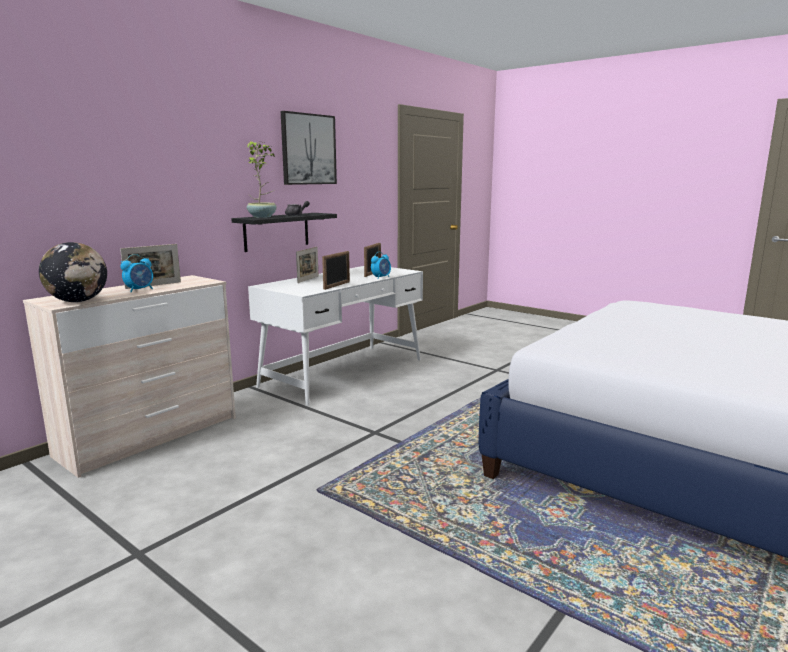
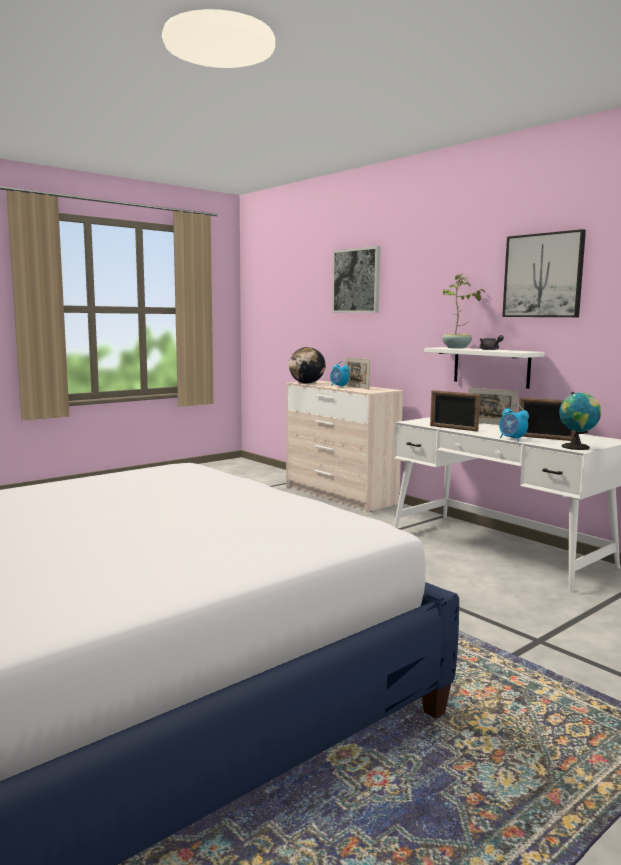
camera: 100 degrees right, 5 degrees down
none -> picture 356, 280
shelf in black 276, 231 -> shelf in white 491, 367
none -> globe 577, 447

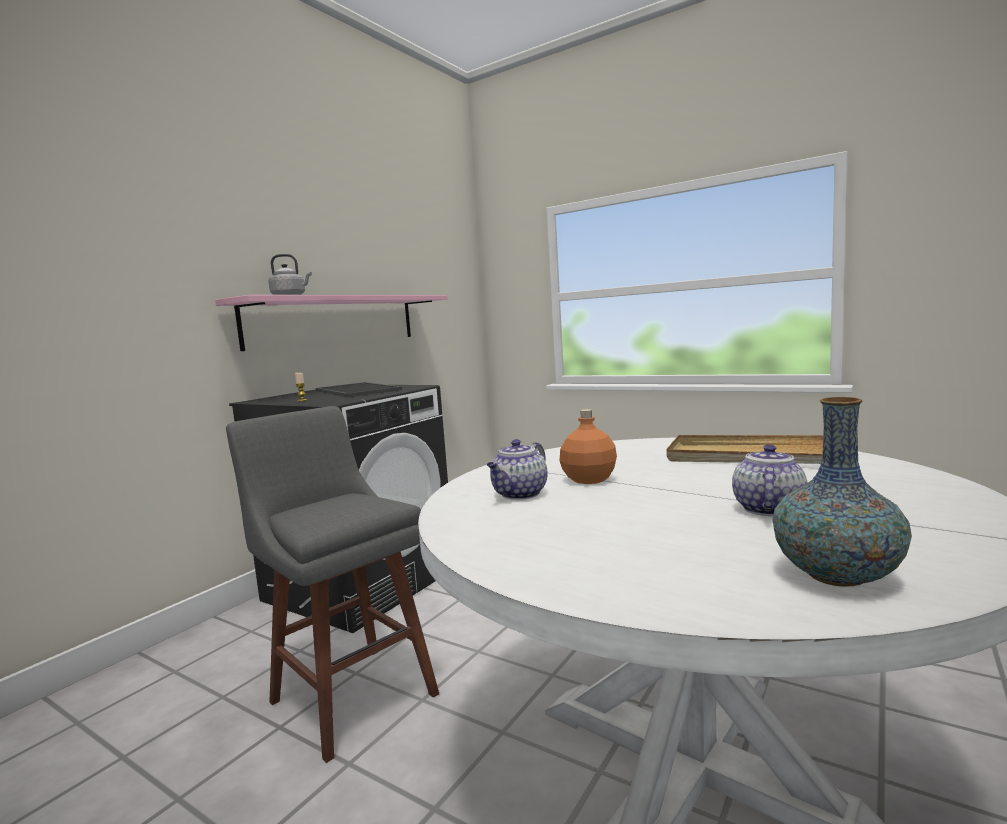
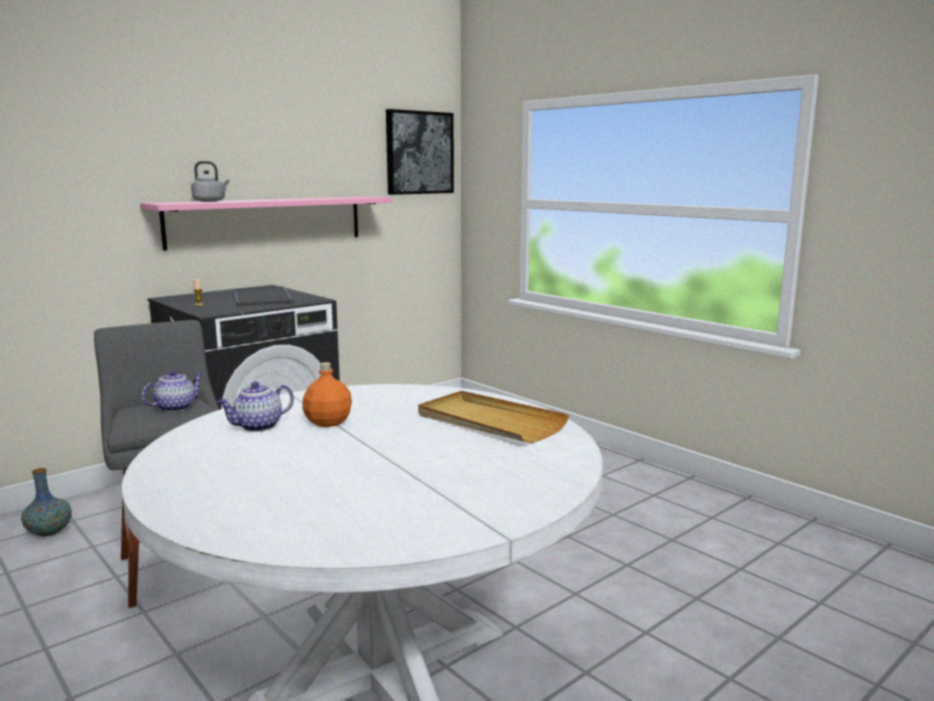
camera: 15 degrees right, 5 degrees up
vase 836, 575 -> vase 49, 532, move
teapot 767, 509 -> teapot 176, 407, move
none -> picture 419, 153

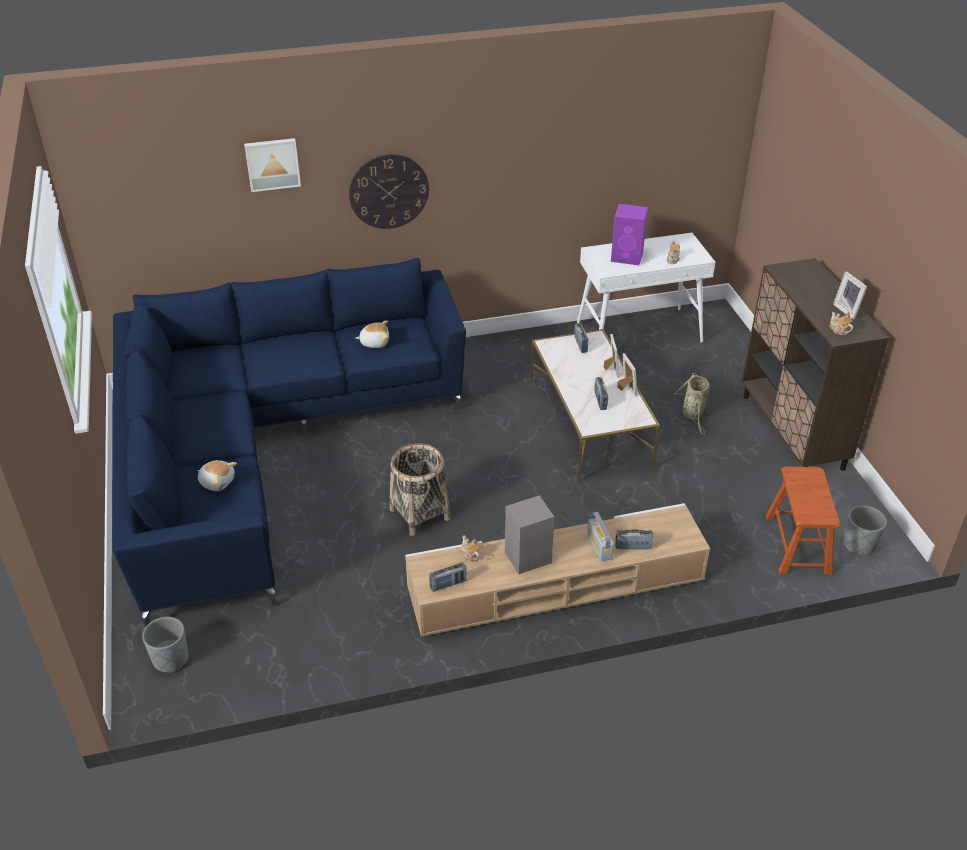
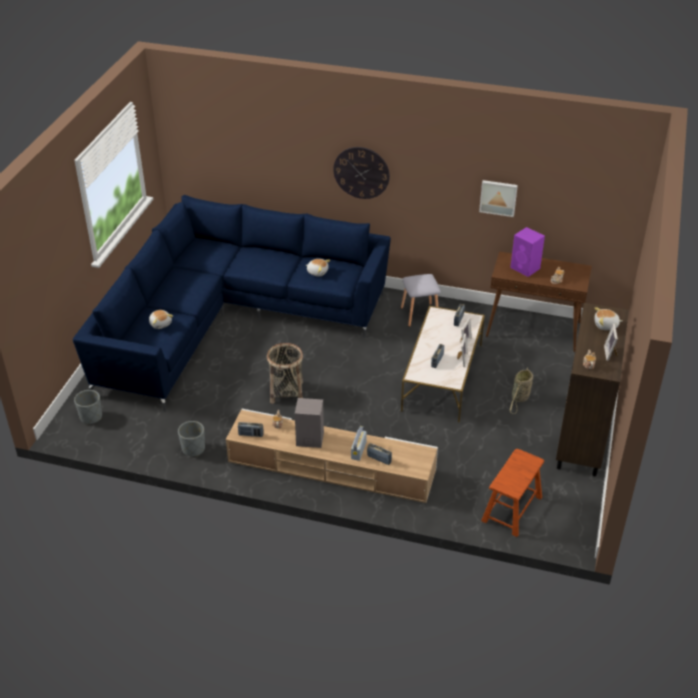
camera: 30 degrees right, 0 degrees up
planter in grey 859, 545 -> planter in grey 193, 449, move
none -> stool in grey 419, 315
picture 272, 164 -> picture 498, 197, move
console table in white 639, 333 -> console table in brown 534, 329
none -> plush toy 606, 325

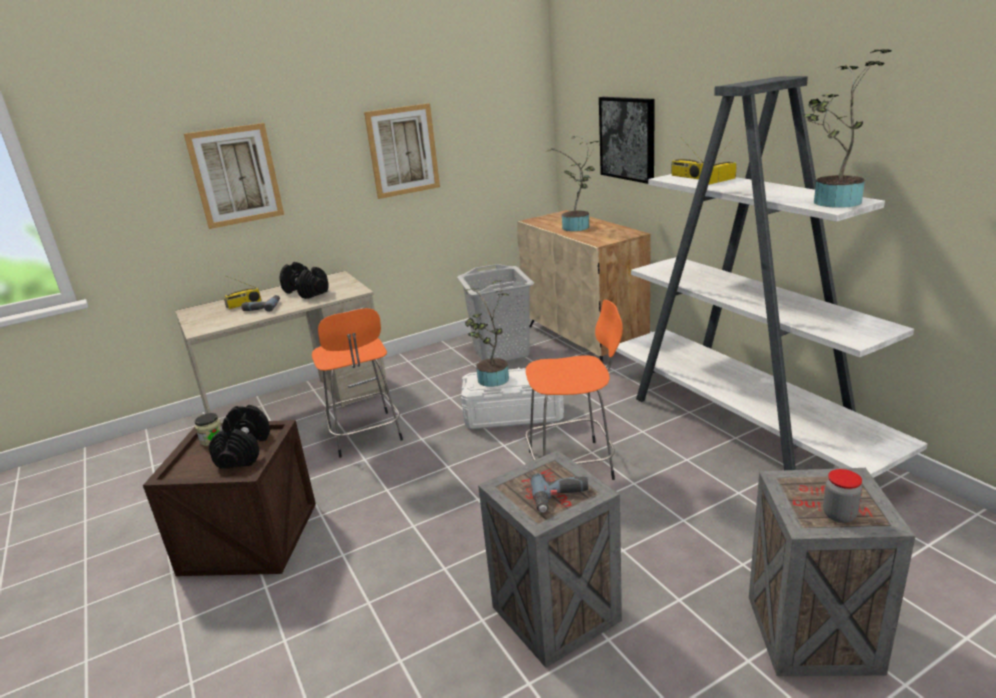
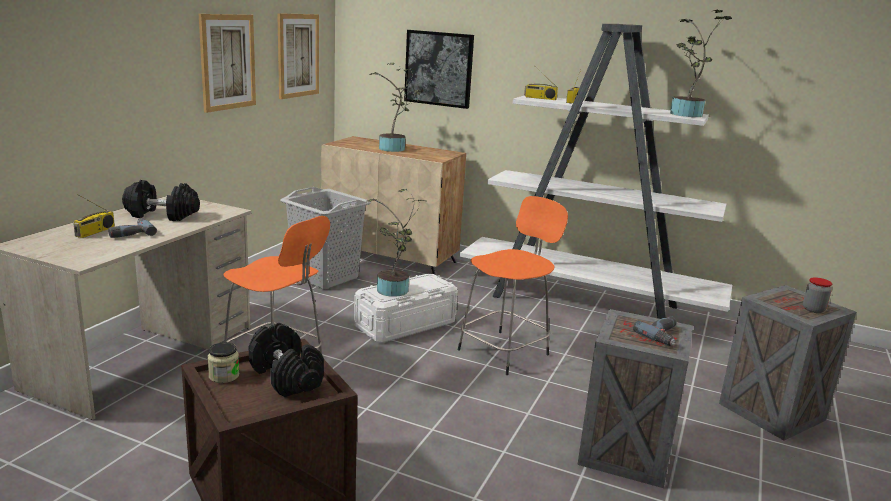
camera: 40 degrees left, 5 degrees down
picture 236, 176 -> picture 298, 55, move

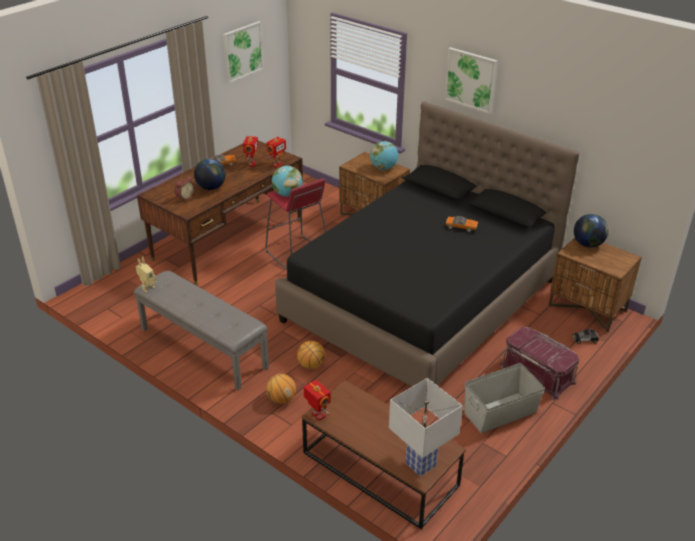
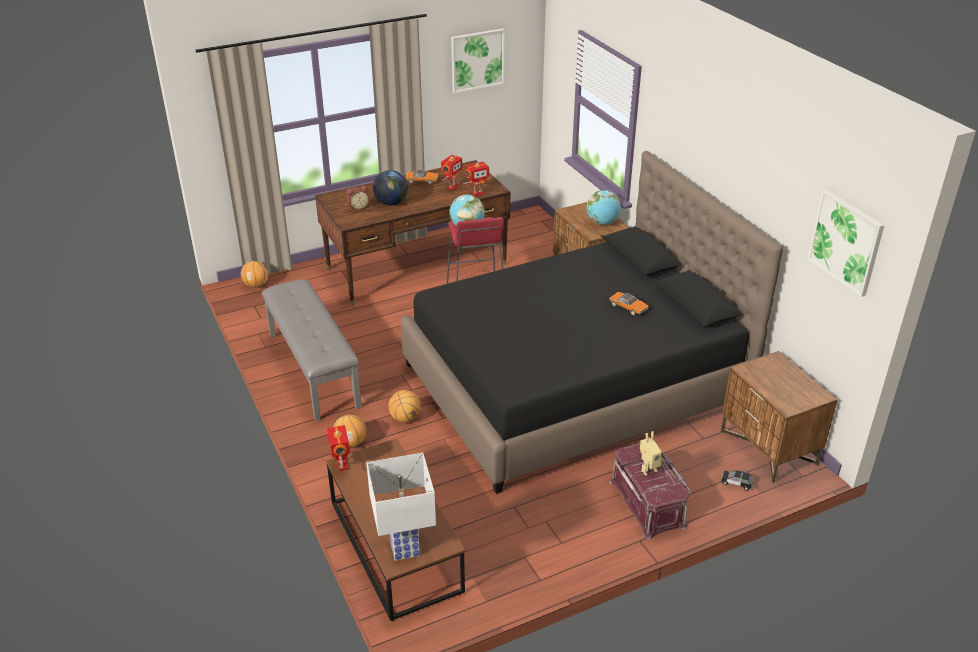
camera: 25 degrees right, 0 degrees up
none -> basketball 256, 285
toy robot 147, 287 -> toy robot 647, 469, move
picture 471, 80 -> picture 846, 242, move
storage box in grey 501, 412 -> none
globe 588, 244 -> none

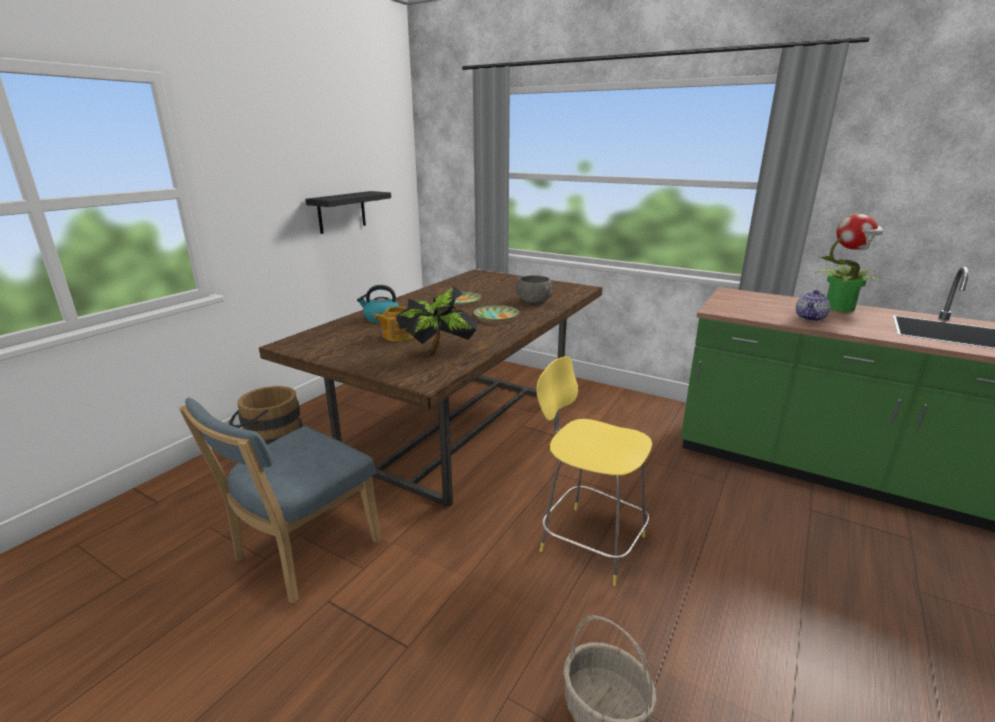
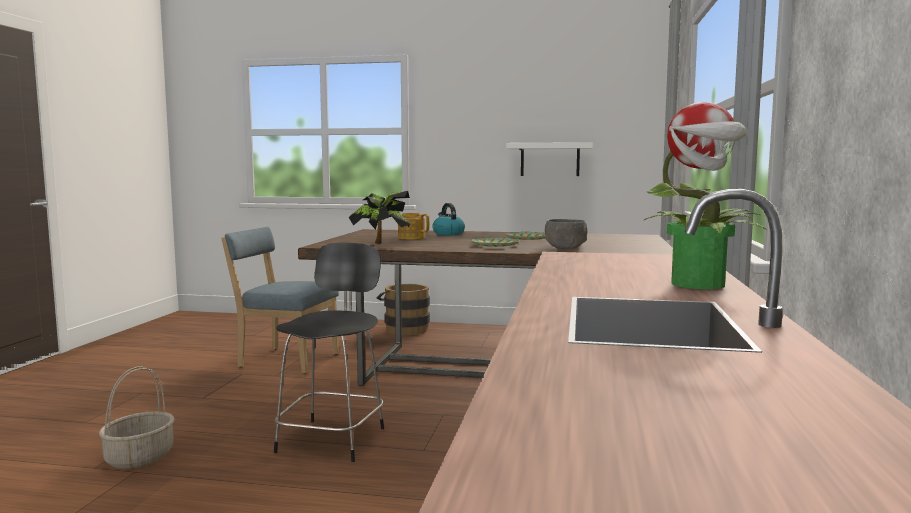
camera: 70 degrees right, 15 degrees down
stool in yellow 589, 541 -> stool in black 333, 438
shelf in black 341, 212 -> shelf in white 550, 159
teapot 810, 318 -> none

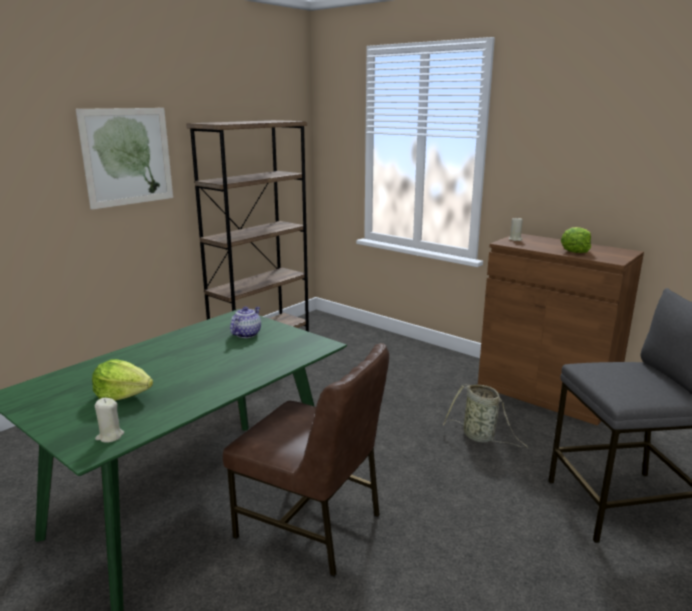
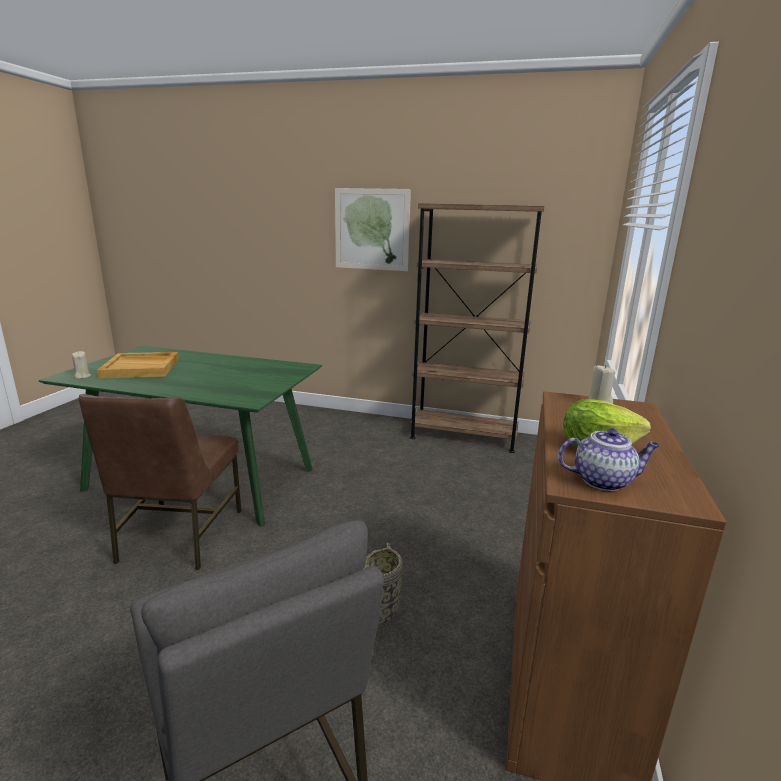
camera: 65 degrees right, 0 degrees up
lettuce 123, 395 -> tray in beige 142, 368
teapot 246, 334 -> teapot 603, 481, move

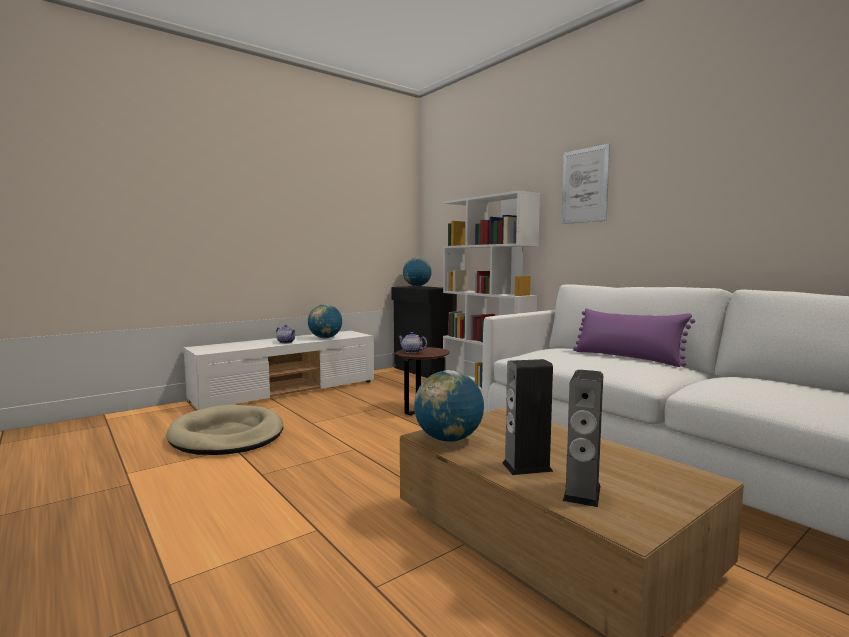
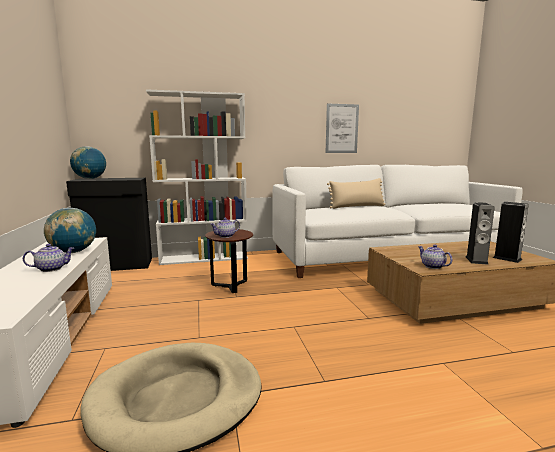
camera: 65 degrees left, 5 degrees up
picture 585, 185 -> picture 341, 128, move
pillow in purple 627, 358 -> pillow in beige 357, 206
globe 448, 439 -> teapot 432, 266

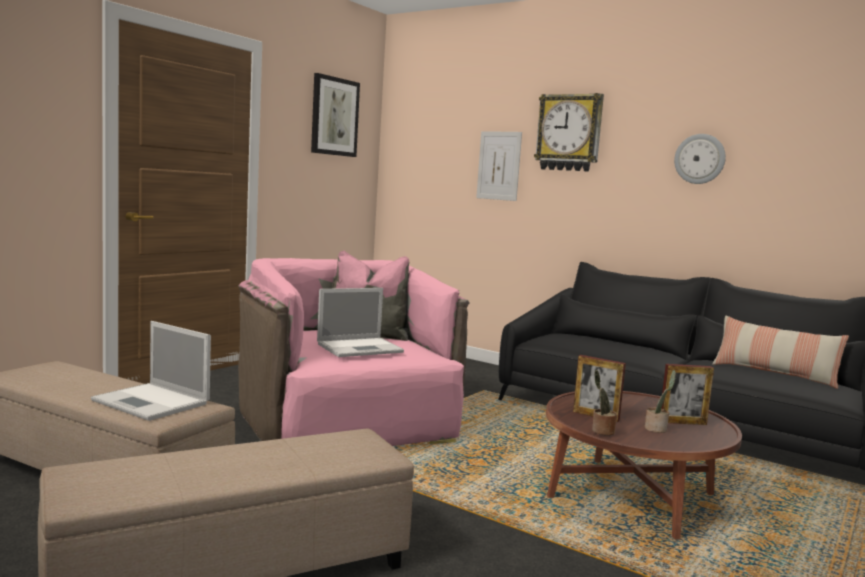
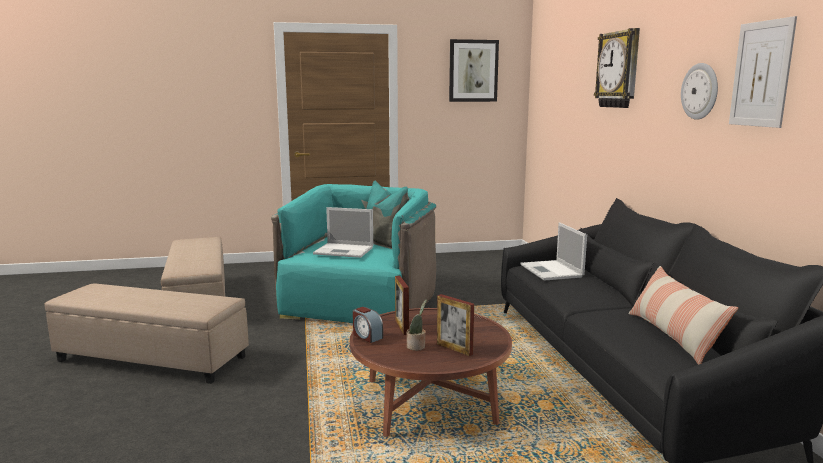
camera: 45 degrees right, 5 degrees up
armchair in pink 346, 425 -> armchair in turquoise 360, 304
potted plant 601, 431 -> alarm clock 367, 336
laptop 152, 402 -> laptop 552, 271, move
picture 499, 165 -> picture 761, 74, move

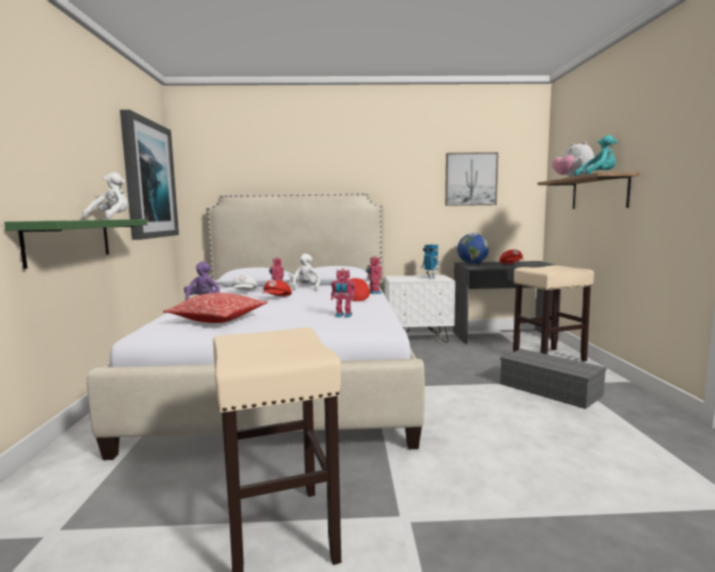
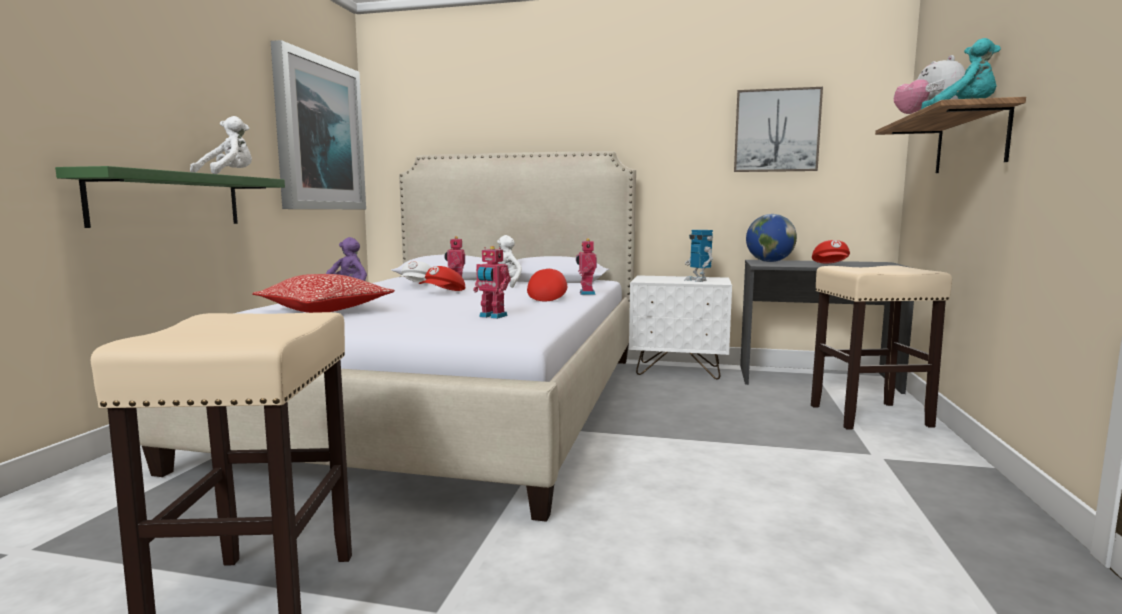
camera: 15 degrees right, 0 degrees up
storage box in grey 551, 389 -> none

